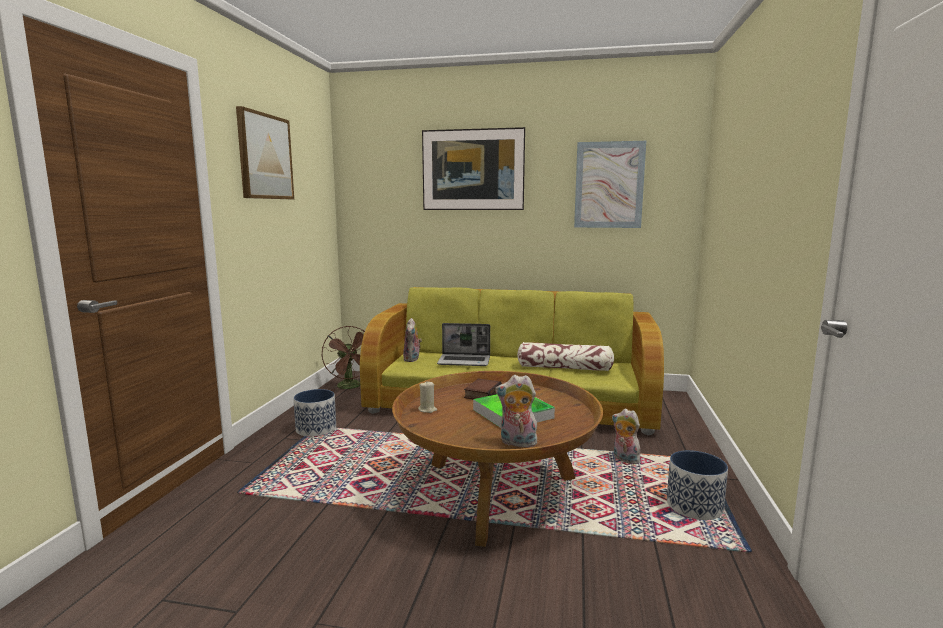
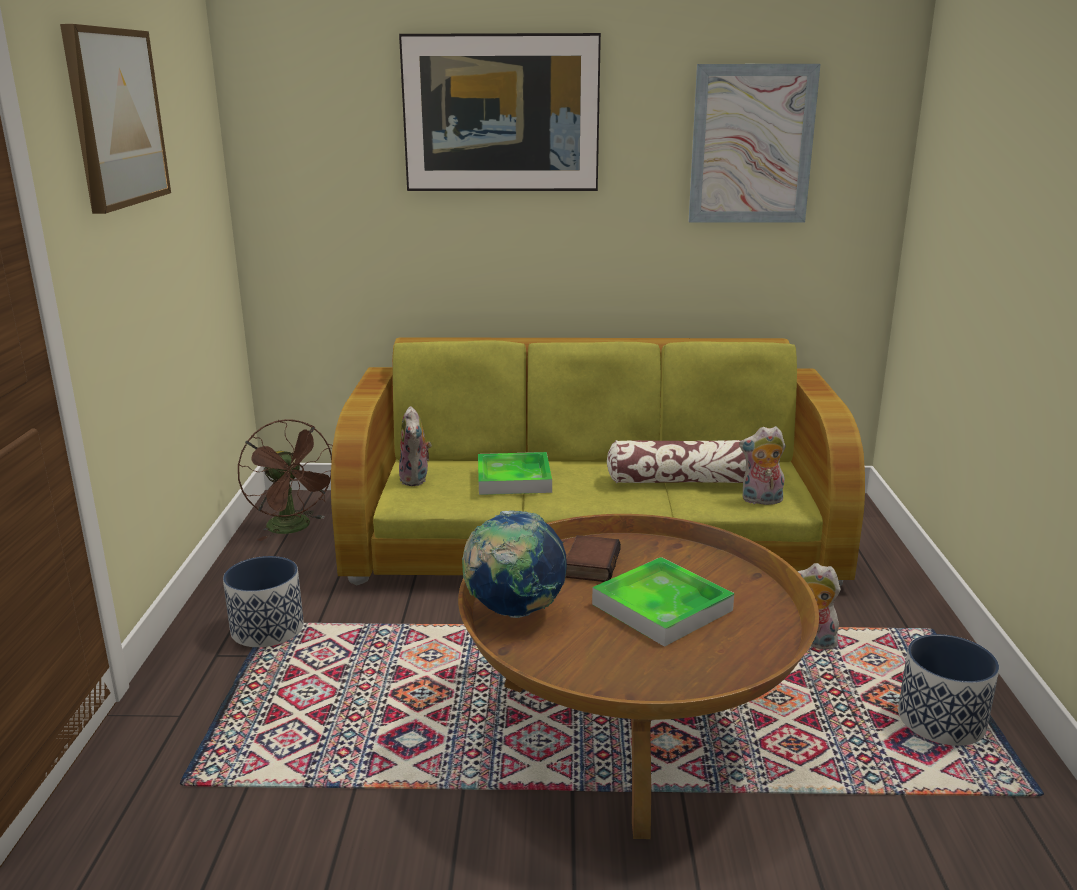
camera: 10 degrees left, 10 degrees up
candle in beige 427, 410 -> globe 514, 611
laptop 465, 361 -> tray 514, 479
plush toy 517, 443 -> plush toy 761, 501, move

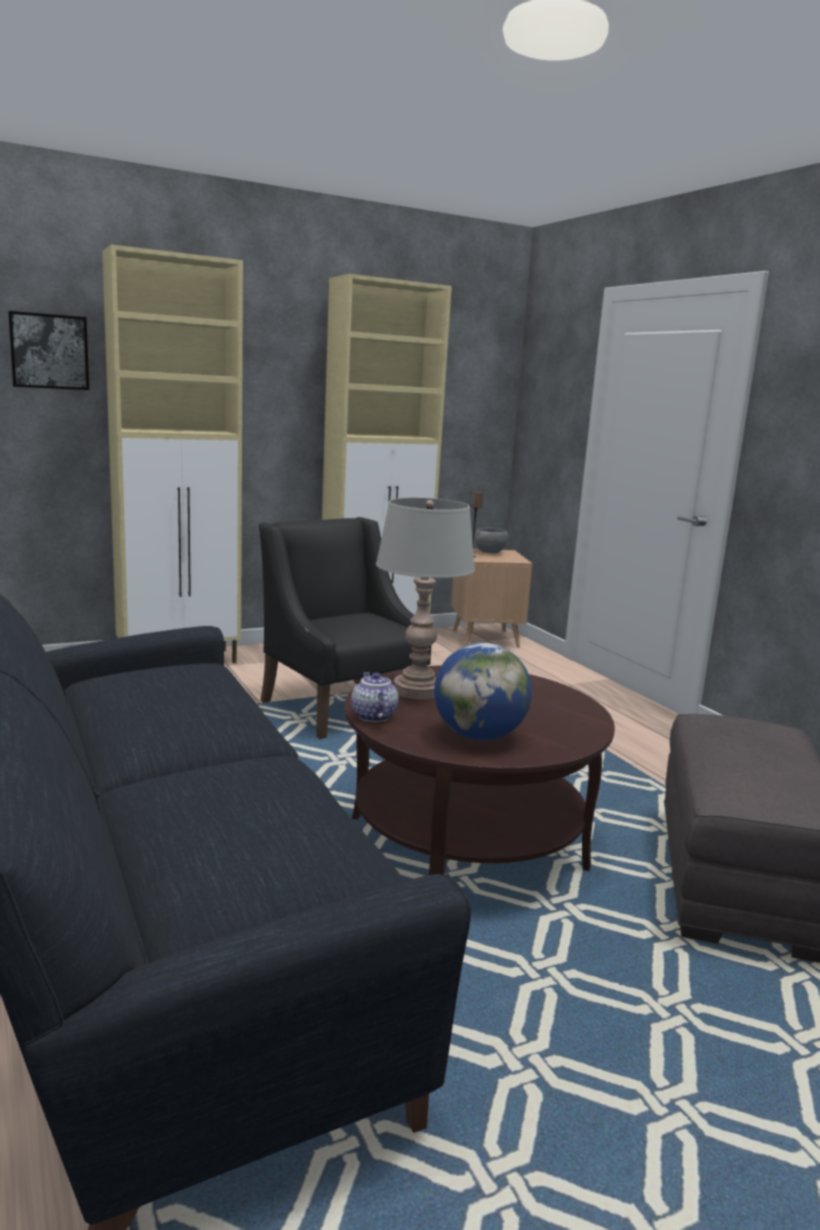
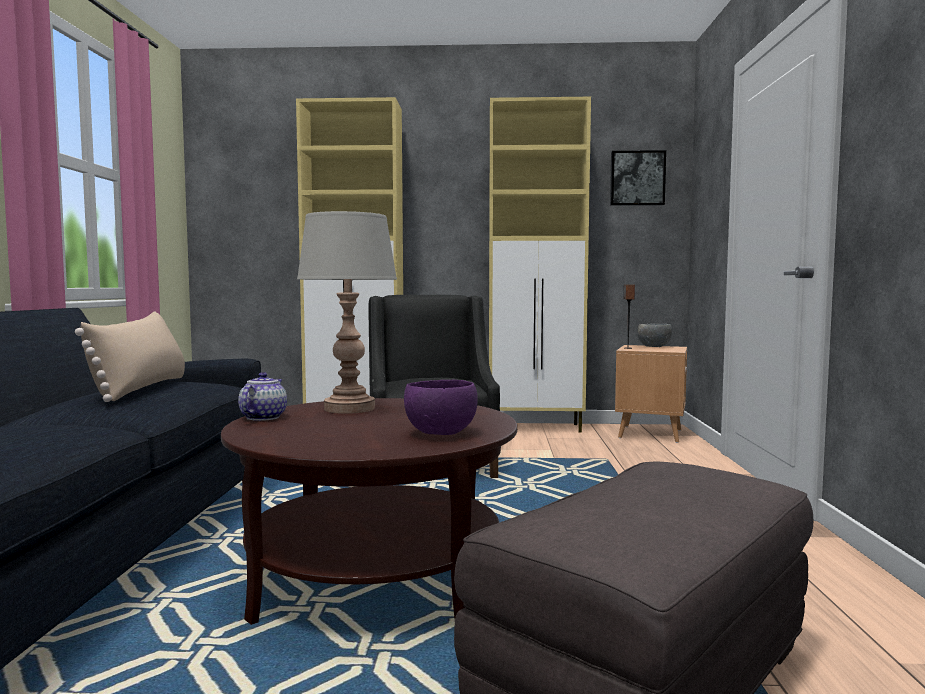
camera: 30 degrees right, 10 degrees down
none -> pillow in beige 141, 388
none -> bowl in purple 441, 434
picture 49, 351 -> picture 637, 178, move
globe 478, 736 -> none

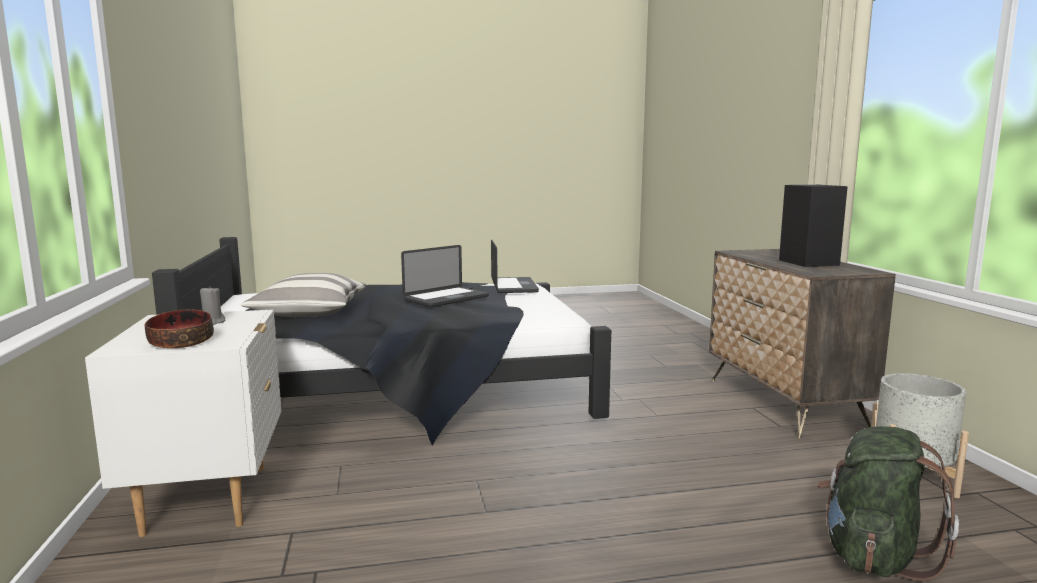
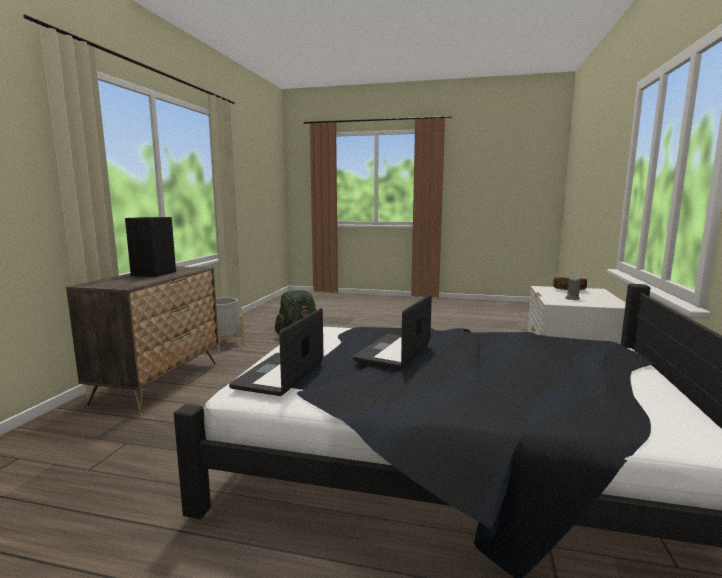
camera: 155 degrees left, 0 degrees up
laptop 446, 298 -> laptop 393, 352, 45 degrees counterclockwise
pillow 309, 312 -> none

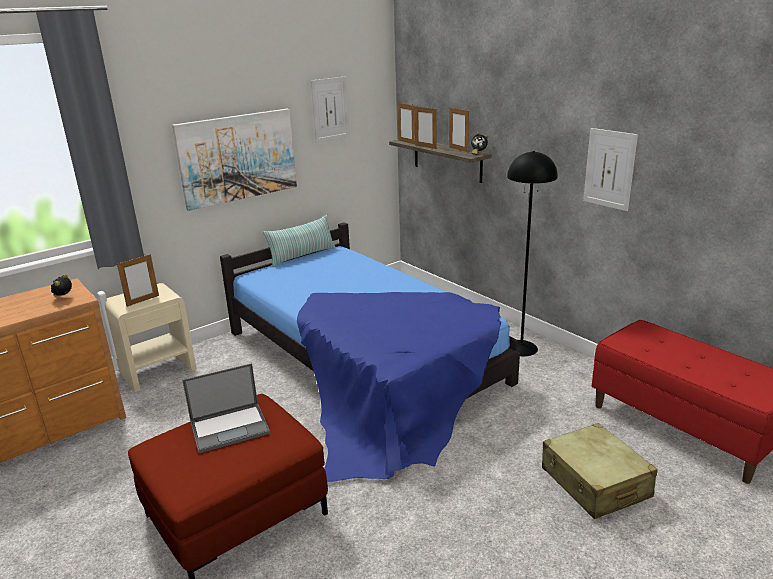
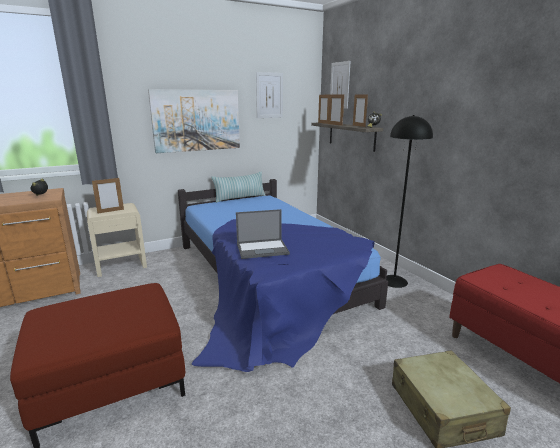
camera: 10 degrees right, 5 degrees down
laptop 230, 427 -> laptop 263, 249, move
picture 609, 169 -> picture 339, 85, move

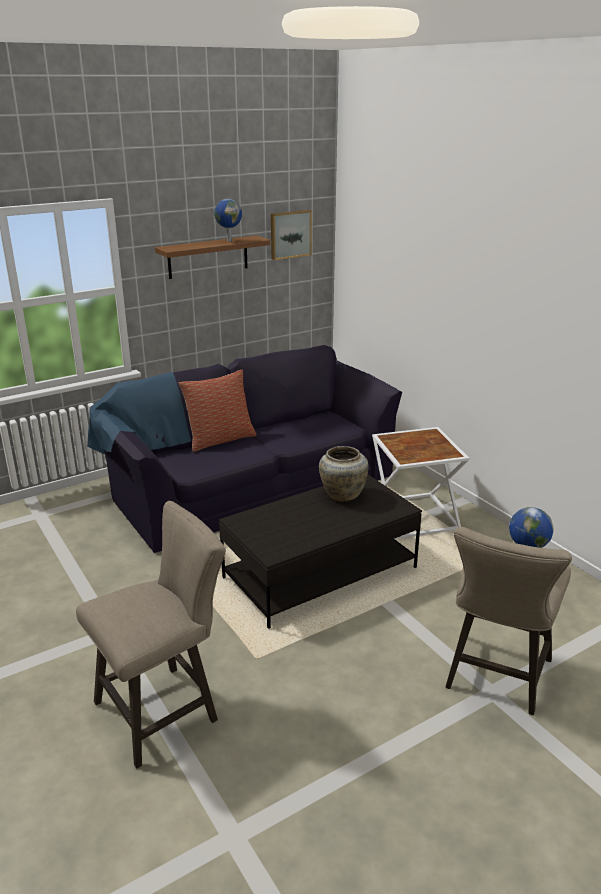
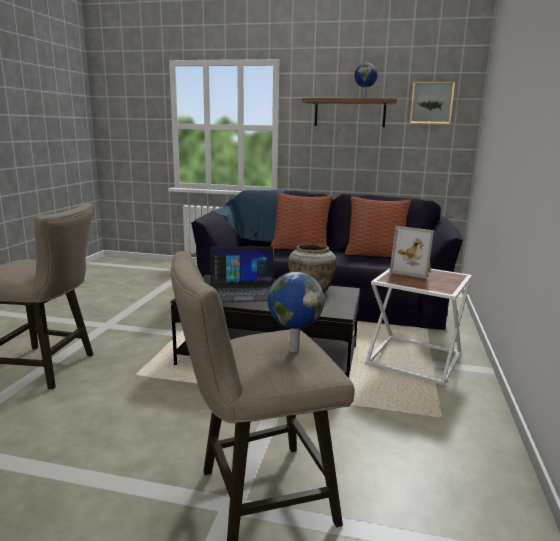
camera: 45 degrees right, 10 degrees down
none -> laptop 243, 291
none -> pillow 375, 255
none -> picture frame 412, 271

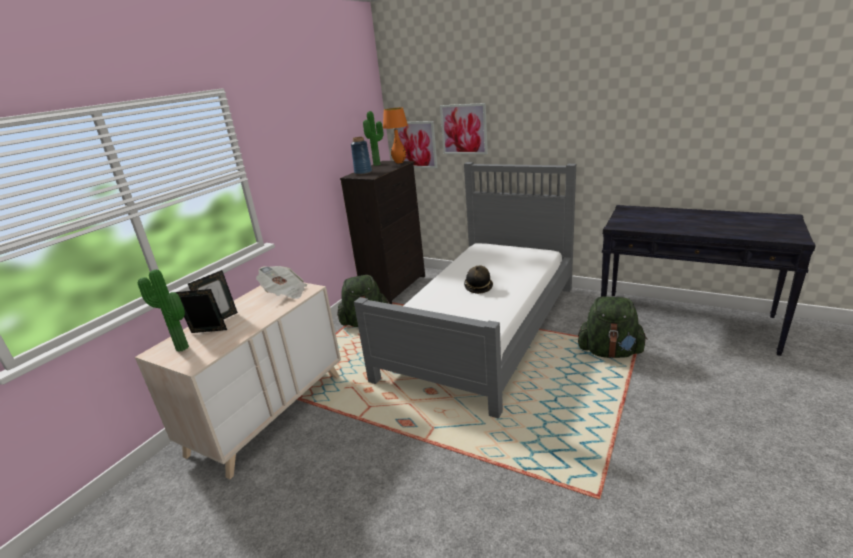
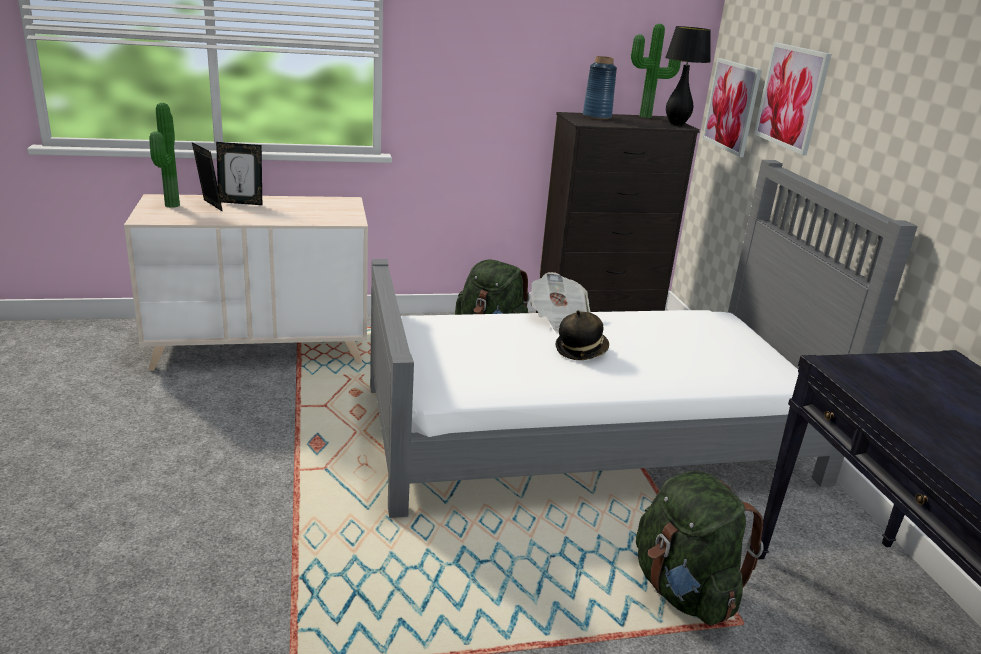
camera: 45 degrees right, 0 degrees up
newspaper 285, 293 -> newspaper 558, 319, move
table lamp in orange 399, 162 -> table lamp in black 676, 124

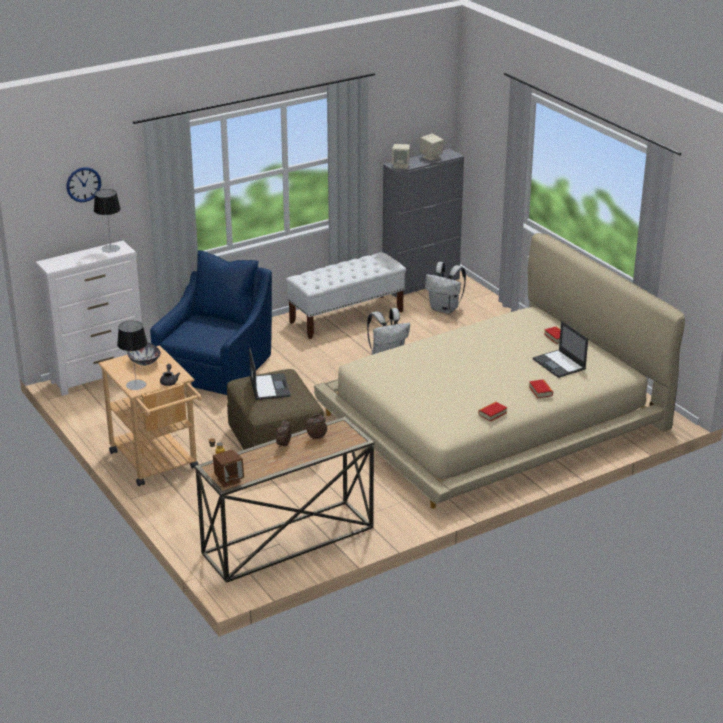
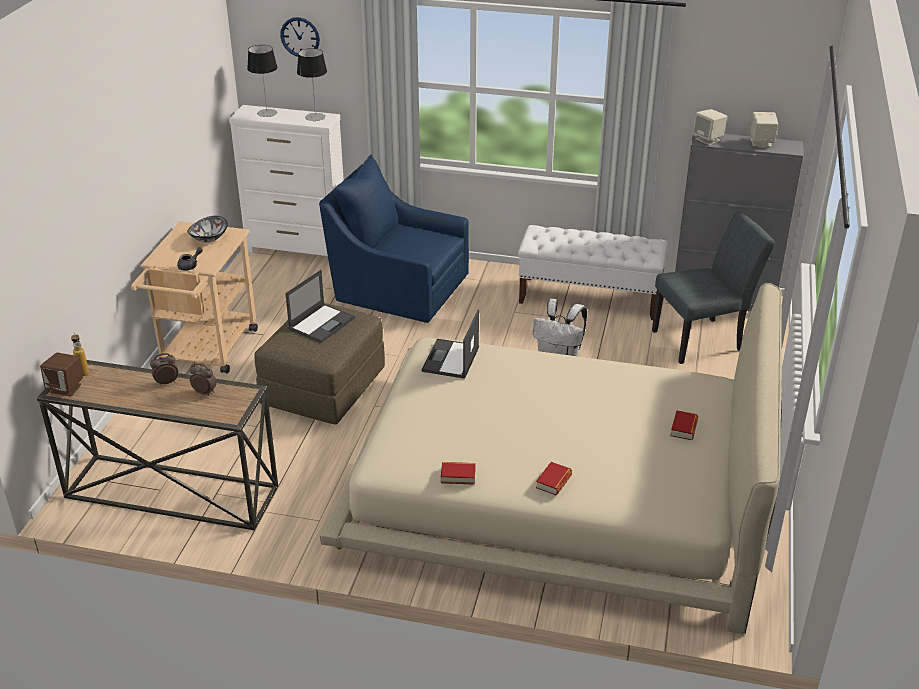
camera: 45 degrees right, 5 degrees up
table lamp 136, 385 -> table lamp 267, 113, move
armchair in blue 216, 366 -> armchair in blue 397, 288, 135 degrees counterclockwise
laptop 559, 364 -> laptop 450, 359, move
backpack in white 445, 309 -> chair in grey 703, 339

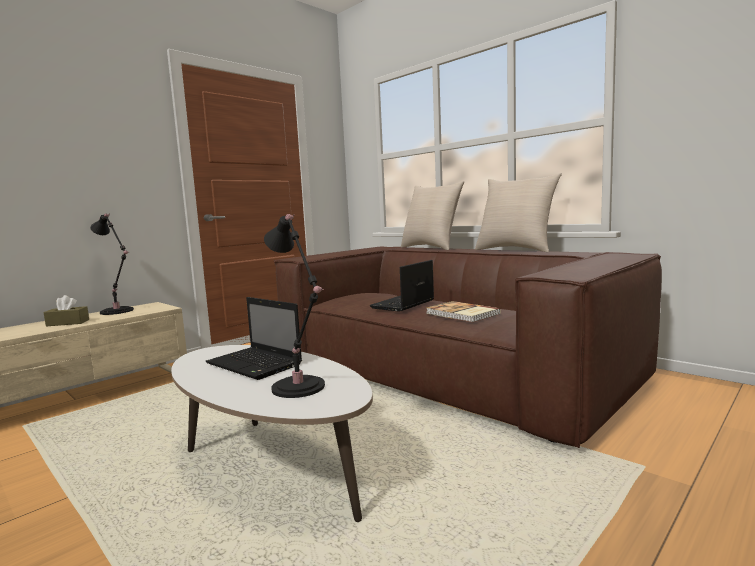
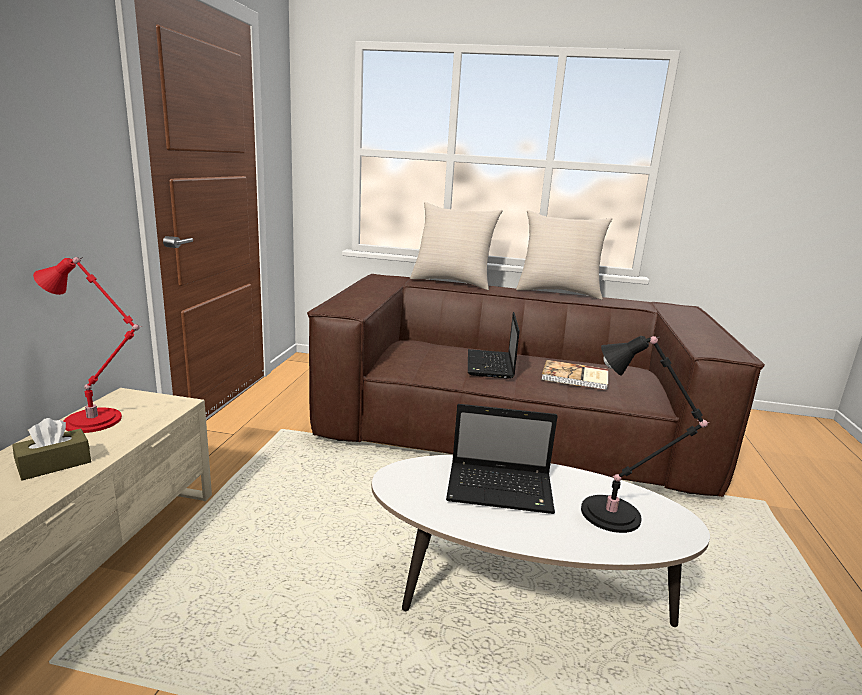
camera: 35 degrees left, 10 degrees up
table lamp in black 118, 311 -> table lamp in red 97, 421

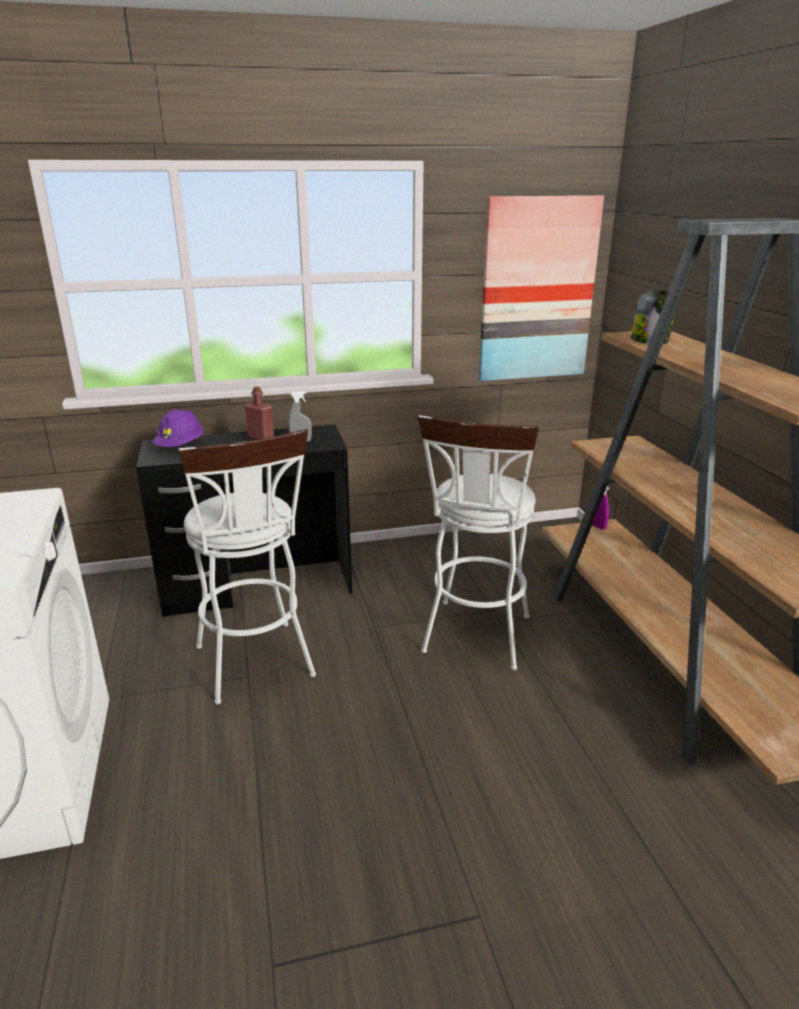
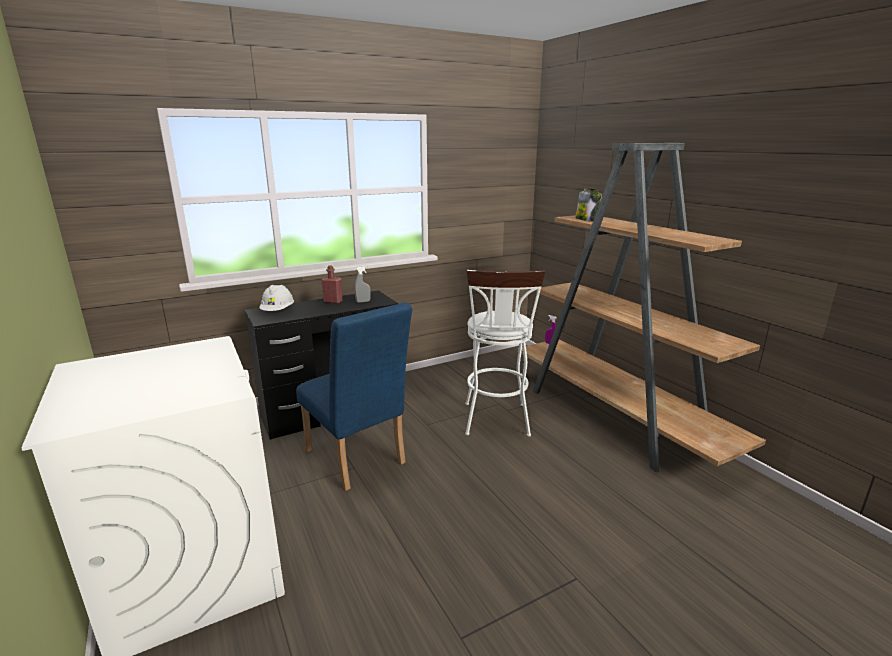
camera: 15 degrees left, 5 degrees down
hard hat in purple 180, 446 -> hard hat in white 278, 311
stool in white 257, 667 -> chair in blue 358, 461
picture 537, 290 -> none

